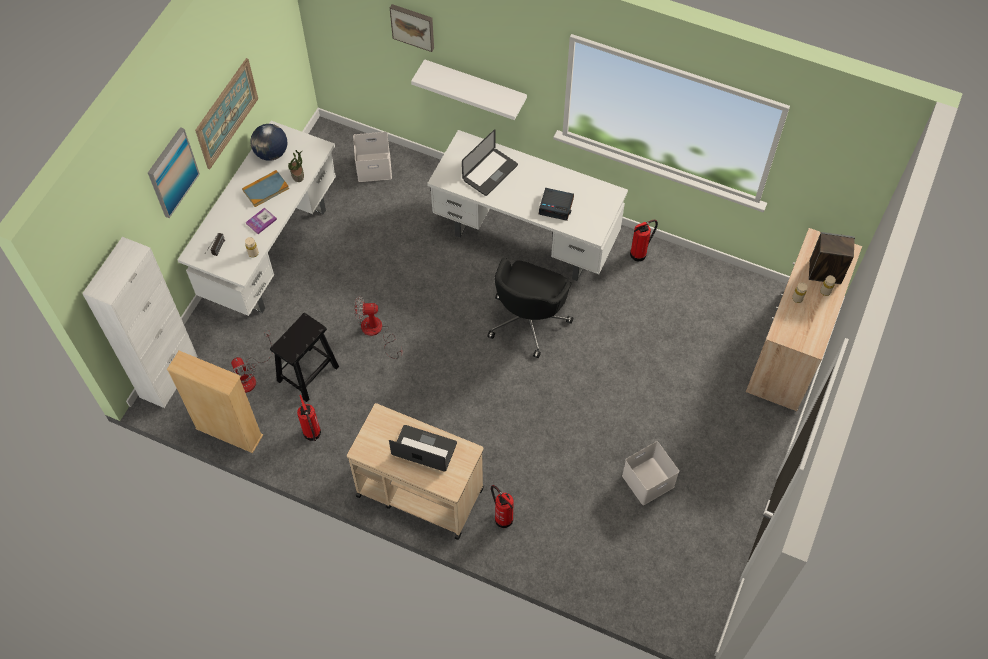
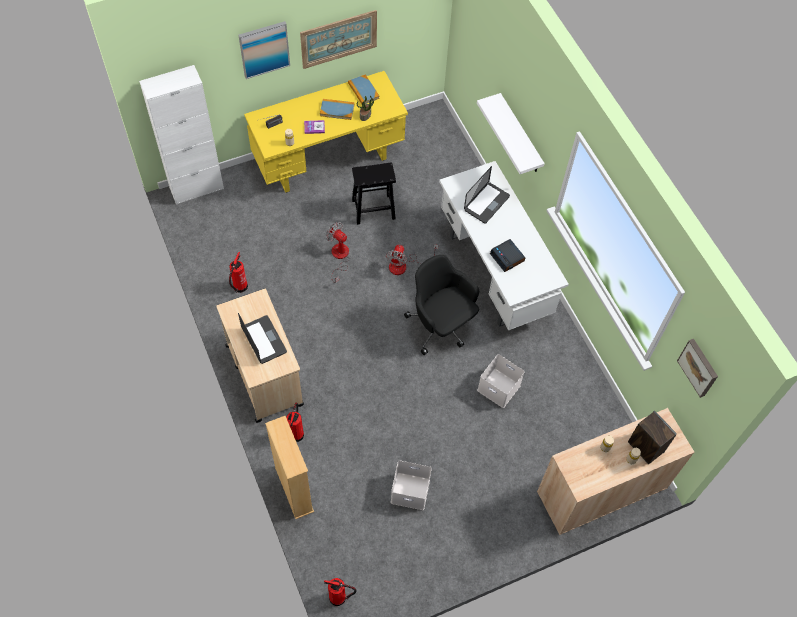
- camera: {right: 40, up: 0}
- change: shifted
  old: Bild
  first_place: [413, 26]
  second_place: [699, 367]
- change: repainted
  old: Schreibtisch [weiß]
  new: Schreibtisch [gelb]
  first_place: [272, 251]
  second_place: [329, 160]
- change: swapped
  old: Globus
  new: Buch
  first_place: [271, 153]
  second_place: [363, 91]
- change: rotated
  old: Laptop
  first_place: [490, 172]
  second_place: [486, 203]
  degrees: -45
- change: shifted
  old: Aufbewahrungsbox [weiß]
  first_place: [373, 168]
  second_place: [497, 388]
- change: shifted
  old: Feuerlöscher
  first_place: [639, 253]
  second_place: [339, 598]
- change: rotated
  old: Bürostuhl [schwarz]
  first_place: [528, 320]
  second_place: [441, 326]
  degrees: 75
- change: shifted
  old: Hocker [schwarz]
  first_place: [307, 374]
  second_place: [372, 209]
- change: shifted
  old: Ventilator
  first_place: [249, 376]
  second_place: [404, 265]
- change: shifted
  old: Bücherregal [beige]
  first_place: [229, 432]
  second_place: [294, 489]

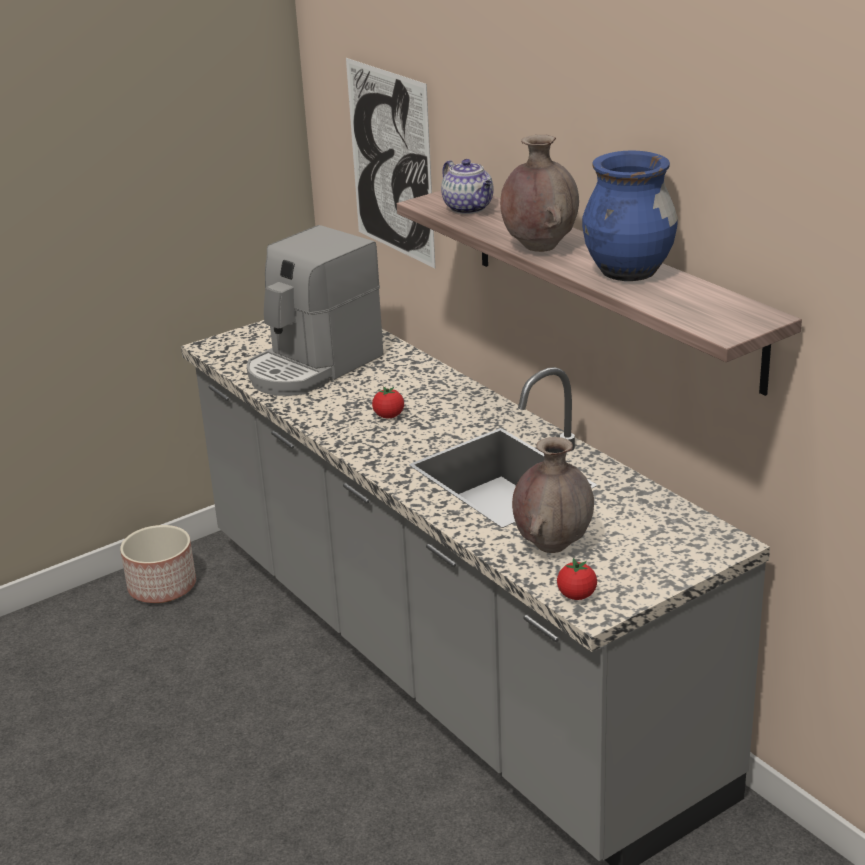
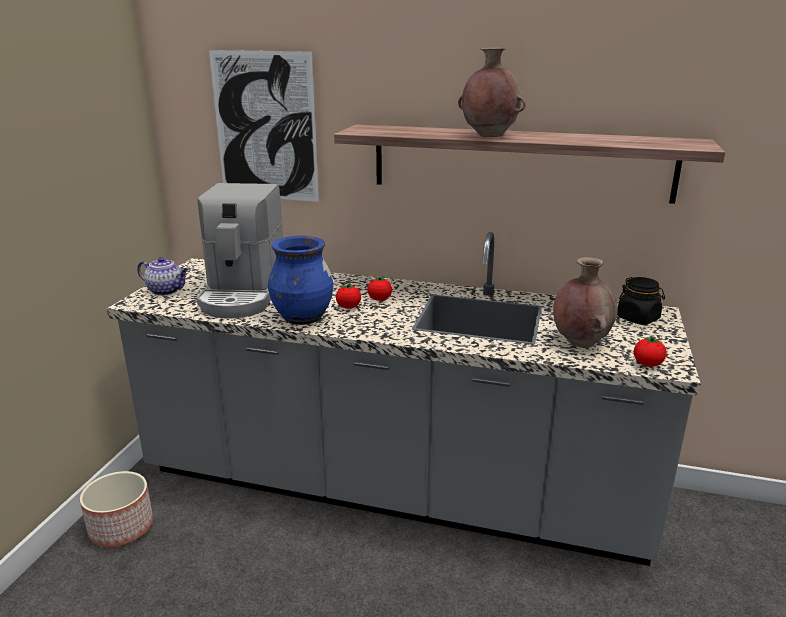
- camera: {right: -40, up: -5}
- change: shifted
  old: Vase [blau]
  first_place: [629, 273]
  second_place: [303, 318]
- change: shifted
  old: Teekanne
  first_place: [469, 208]
  second_place: [166, 291]
- change: new
  new: Tomate
  second_place: [379, 299]
- change: new
  new: Vorratsglas [schwarz]
  second_place: [638, 318]

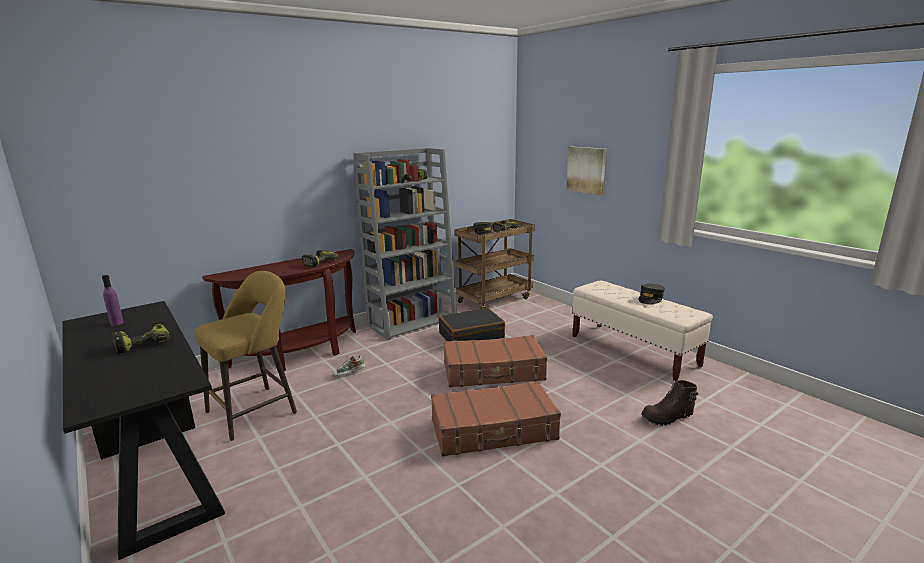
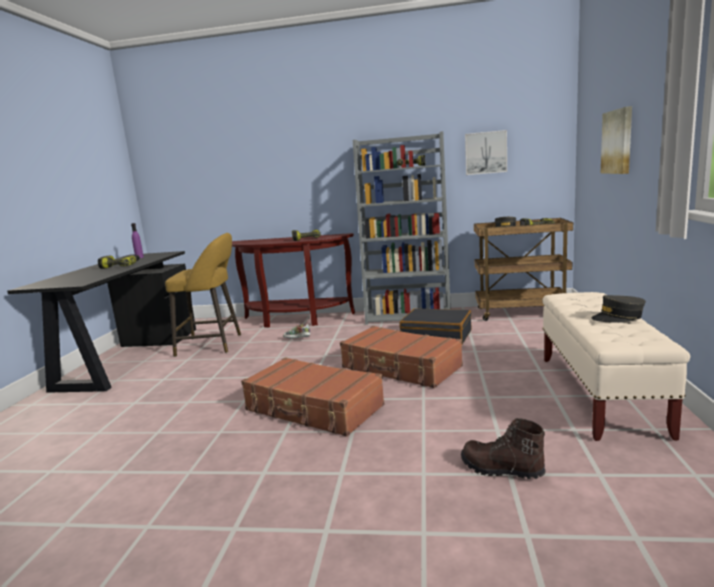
- camera: {right: 45, up: -5}
- change: new
  new: Bild
  second_place: [485, 153]

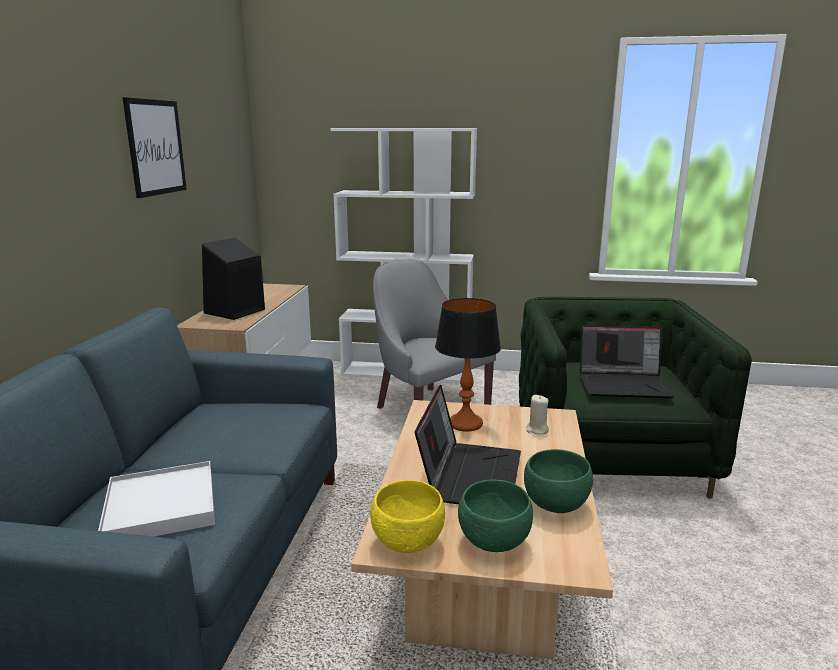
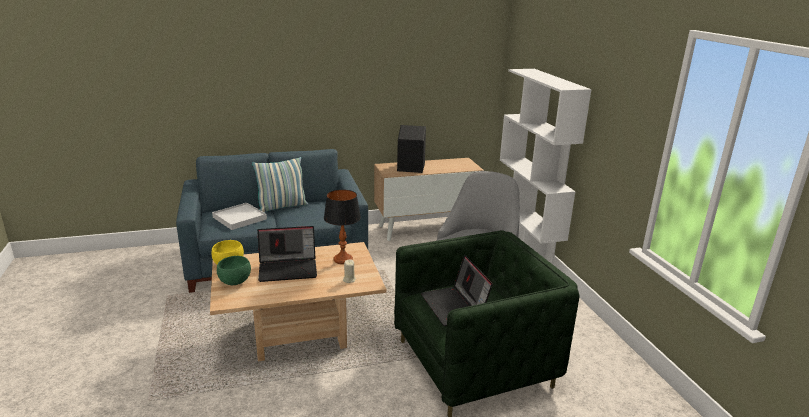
- camera: {right: 65, up: 5}
- change: gone
  old: Bild
  first_place: [156, 147]
- change: gone
  old: Schüssel [grün]
  first_place: [555, 504]
- change: new
  new: Kissen
  second_place: [282, 207]

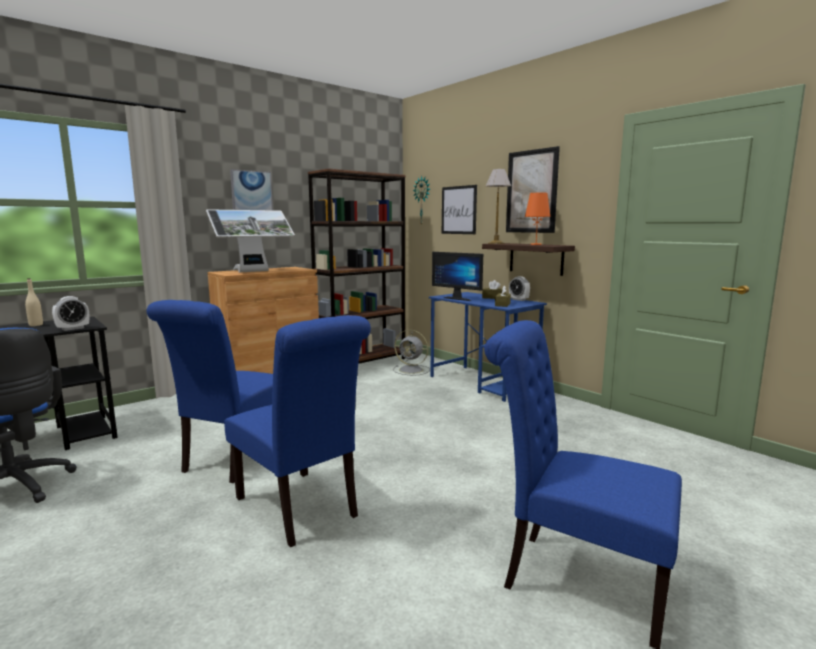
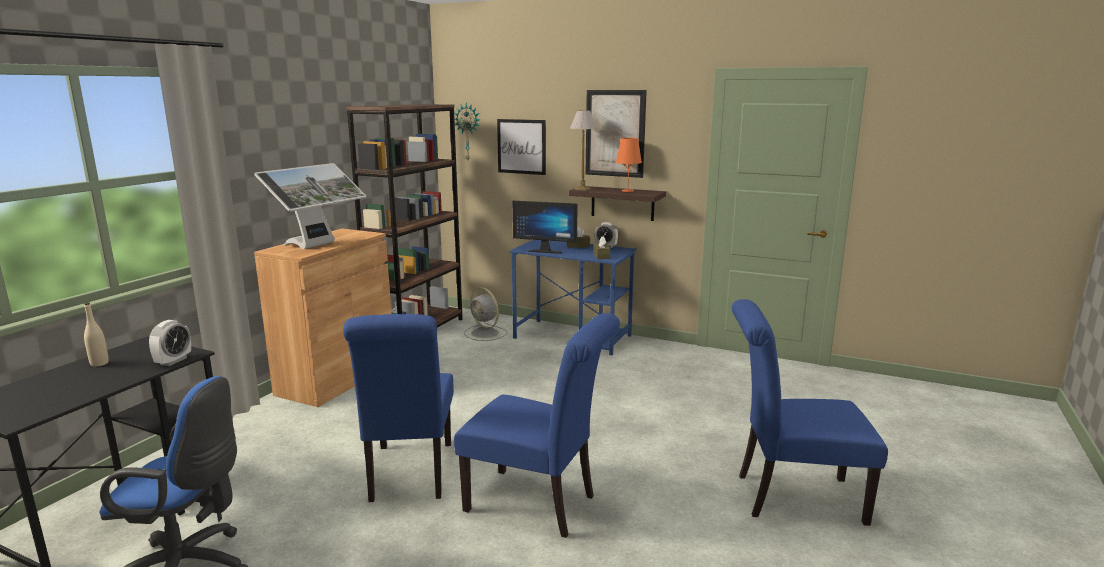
- camera: {right: -25, up: 5}
- change: gone
  old: Bild
  first_place: [251, 191]
- change: rotated
  old: Ventilator [grau]
  first_place: [412, 370]
  second_place: [485, 333]
  degrees: 45

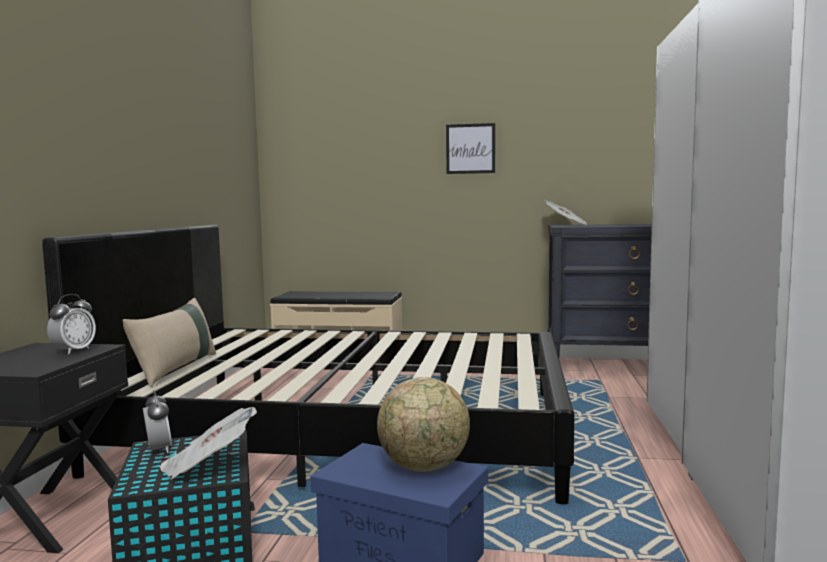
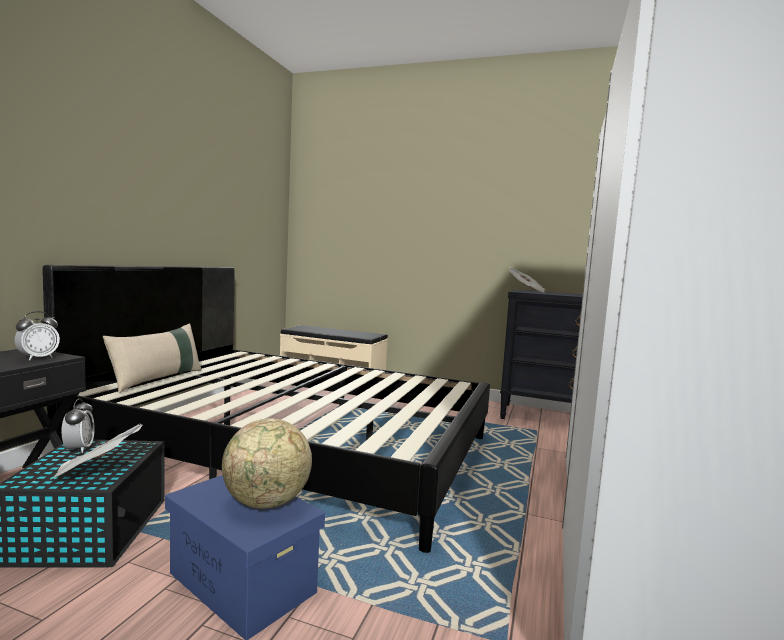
- camera: {right: 10, up: 0}
- change: gone
  old: Bild
  first_place: [470, 148]

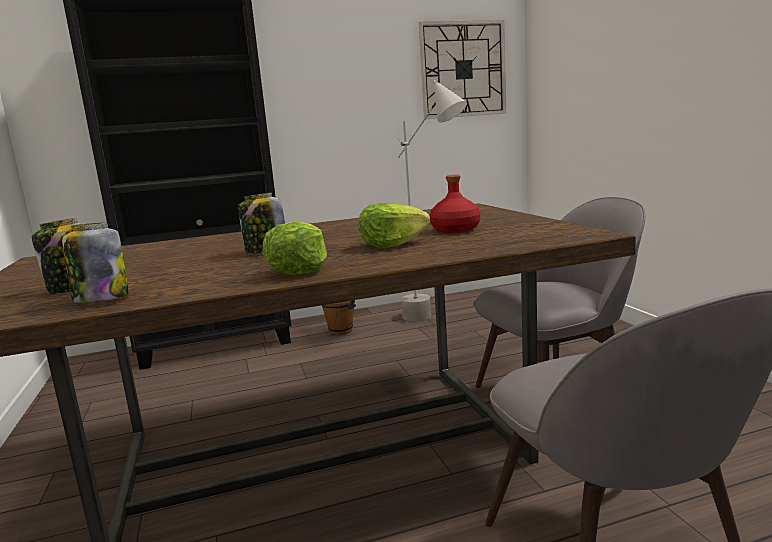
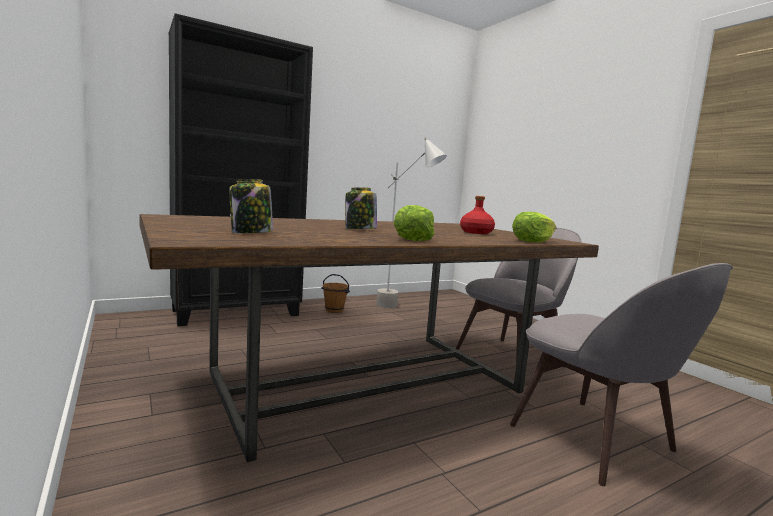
- camera: {right: -15, up: -5}
- change: gone
  old: Wanduhr
  first_place: [463, 69]
- change: shifted
  old: Salatkopf
  first_place: [392, 244]
  second_place: [532, 241]
- change: gone
  old: Vorratsglas
  first_place: [101, 298]

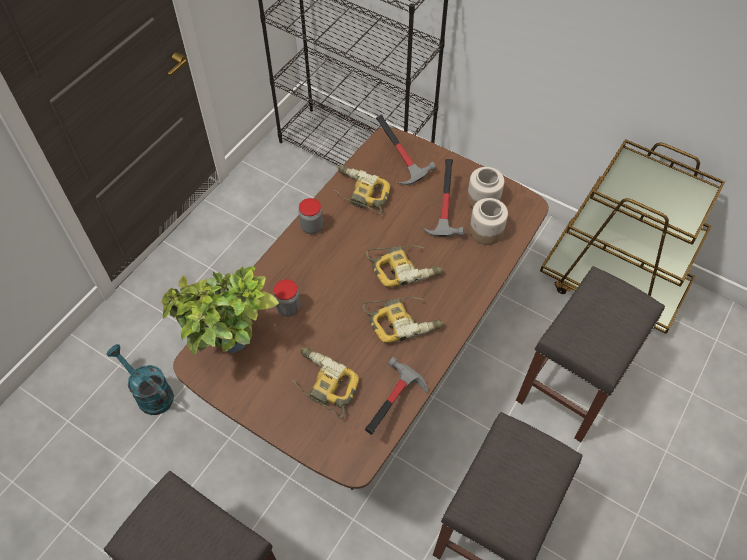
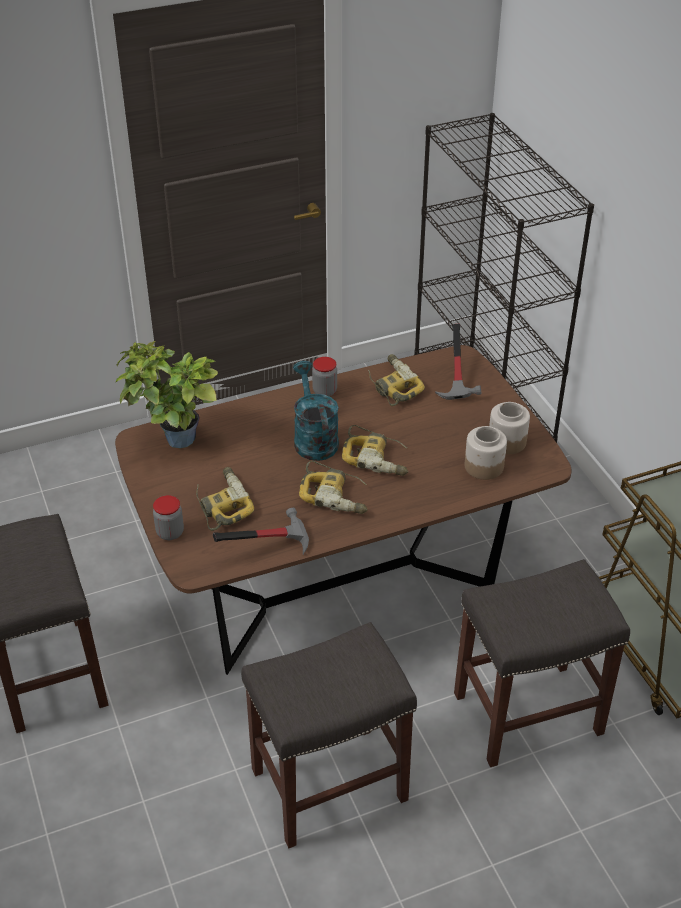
- camera: {right: 35, up: -15}
- change: gone
  old: Hammer
  first_place: [447, 214]
- change: shifted
  old: Vorratsglas
  first_place: [288, 308]
  second_place: [170, 533]
- change: shifted
  old: Gießkanne [türkis]
  first_place: [150, 393]
  second_place: [313, 438]

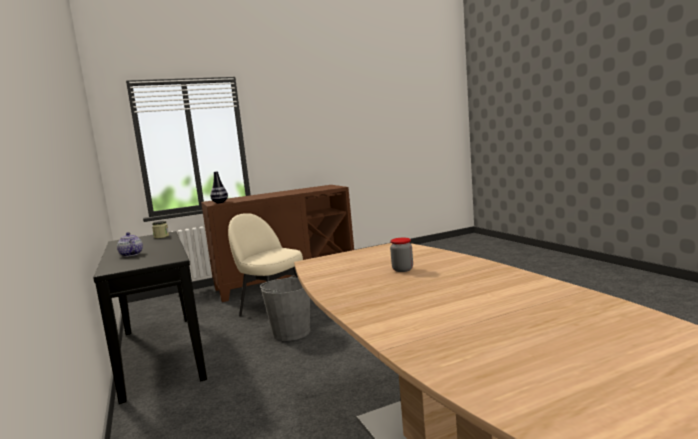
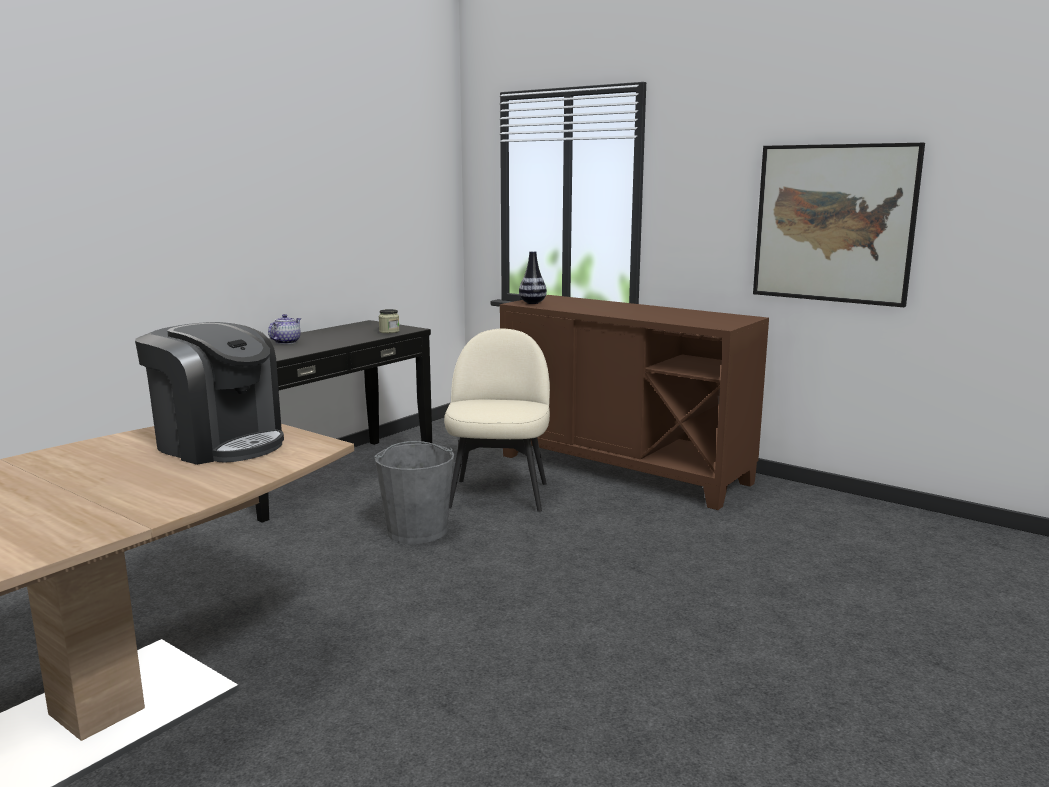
- camera: {right: 60, up: 5}
- change: gone
  old: Vorratsglas
  first_place: [402, 269]
- change: new
  new: Bild
  second_place: [833, 223]
- change: new
  new: Kaffeemaschine
  second_place: [219, 443]

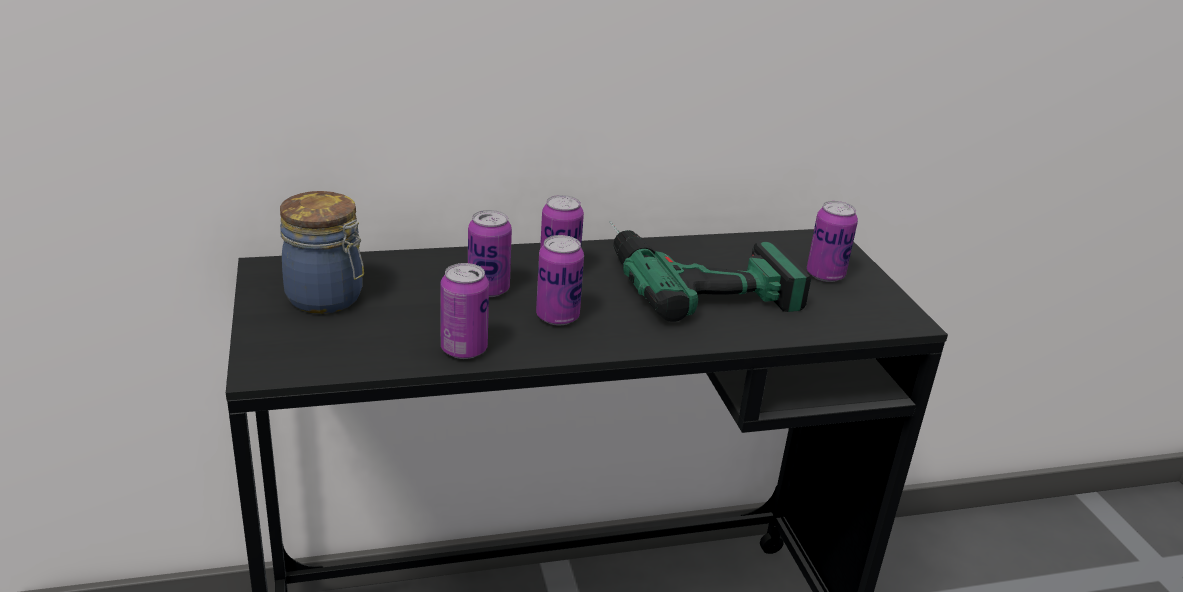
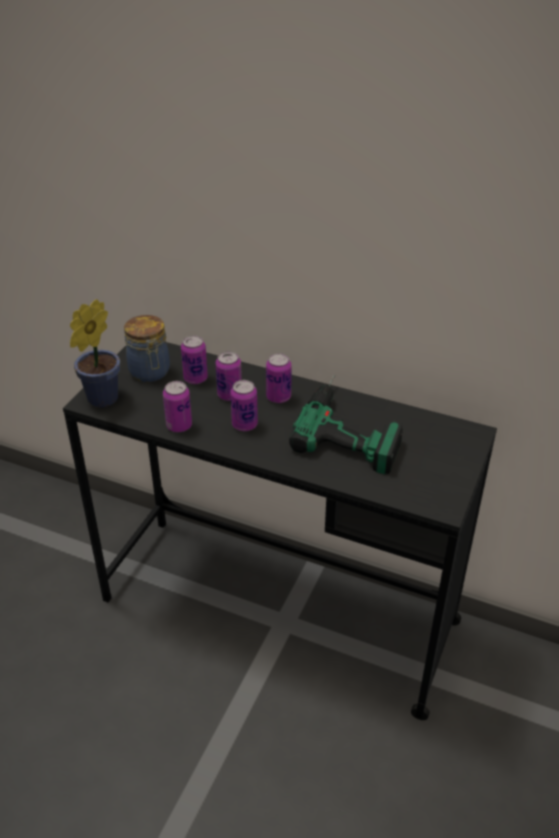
- camera: {right: 40, up: 10}
- change: shifted
  old: Dose
  first_place: [825, 275]
  second_place: [195, 378]
- change: new
  new: Topfpflanze
  second_place: [99, 400]

